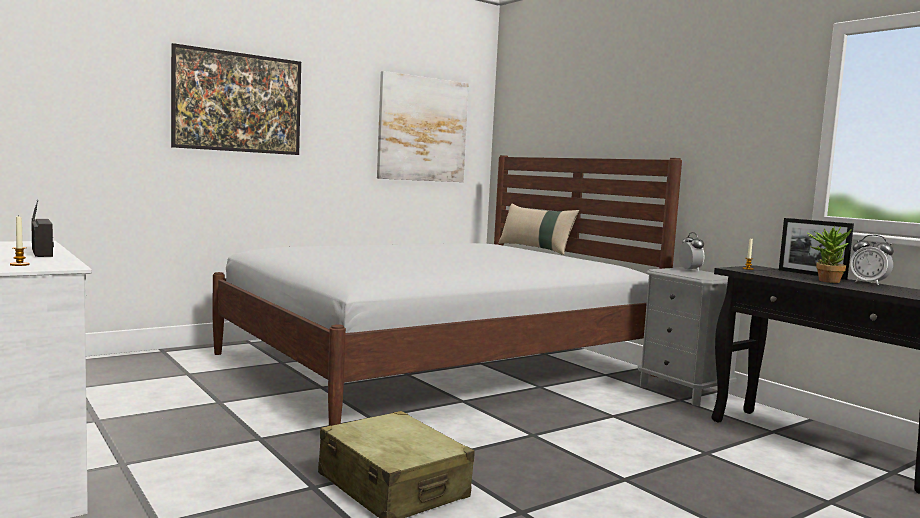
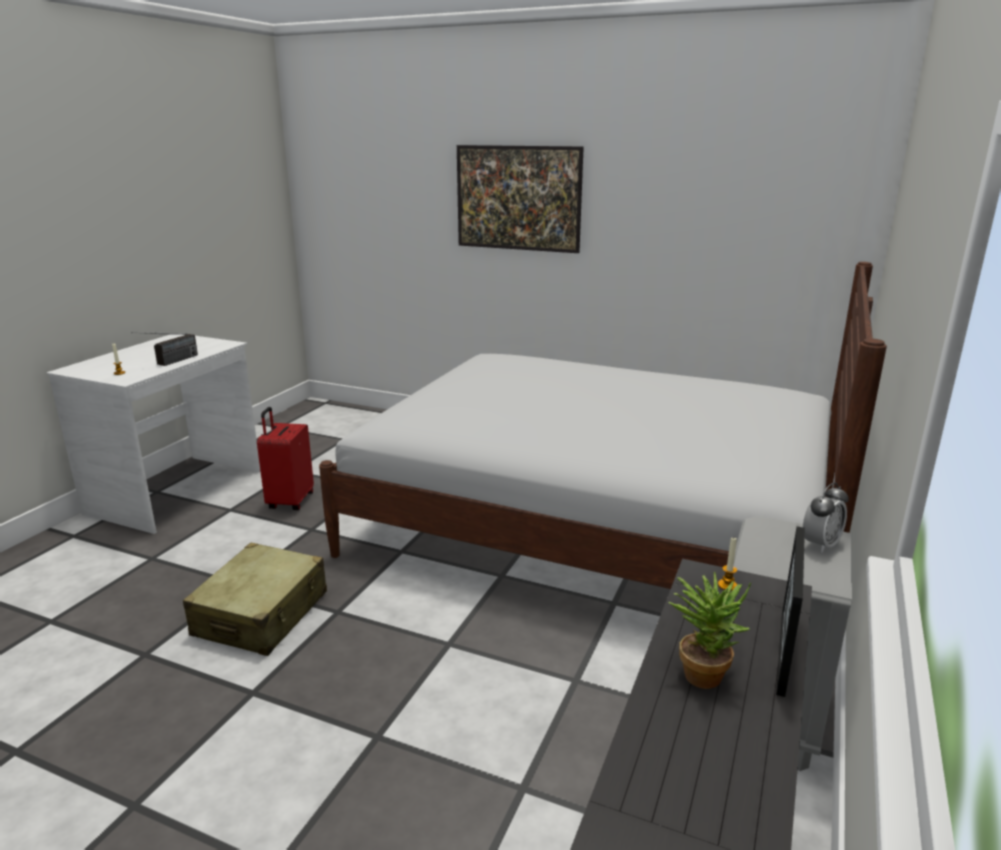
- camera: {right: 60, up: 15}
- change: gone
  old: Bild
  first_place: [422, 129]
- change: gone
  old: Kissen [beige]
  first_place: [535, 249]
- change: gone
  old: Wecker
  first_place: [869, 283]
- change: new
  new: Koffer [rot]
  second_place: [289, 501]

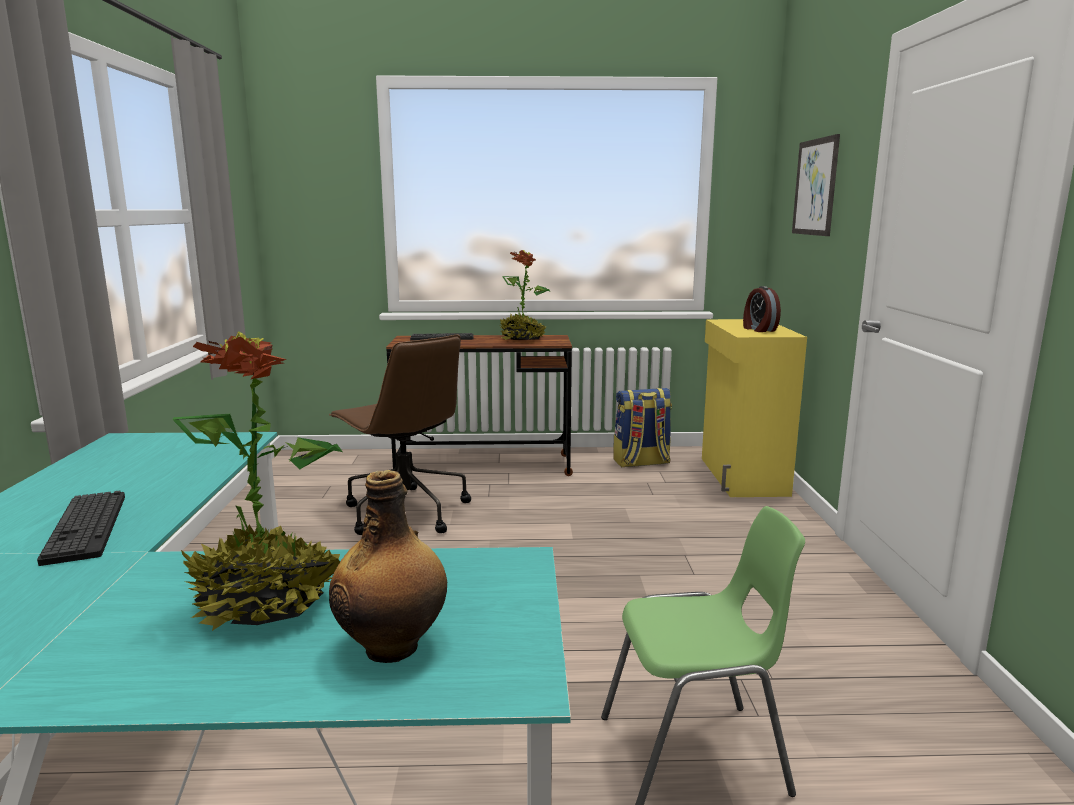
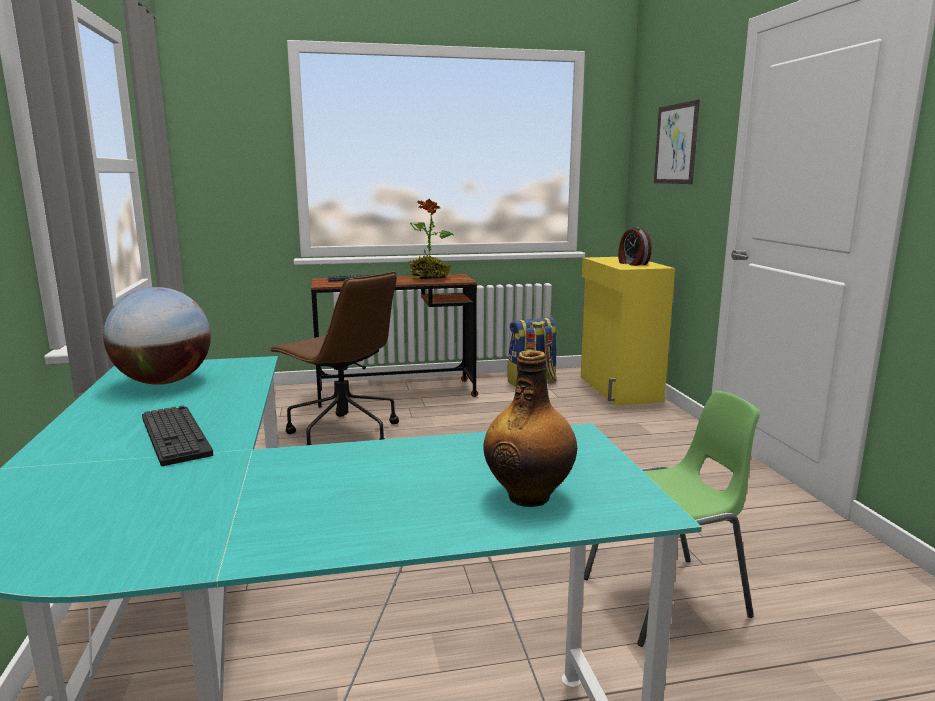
- camera: {right: -10, up: 0}
- change: gone
  old: Topfpflanze
  first_place: [266, 603]
- change: new
  new: Globus
  second_place: [164, 382]

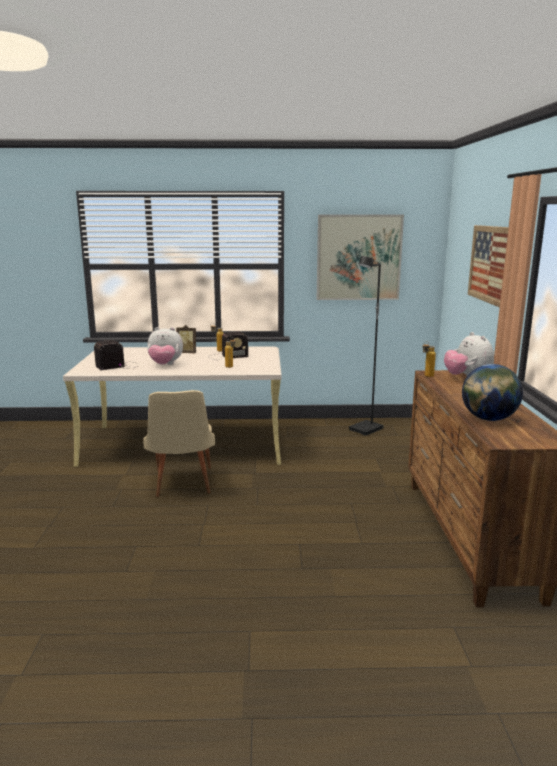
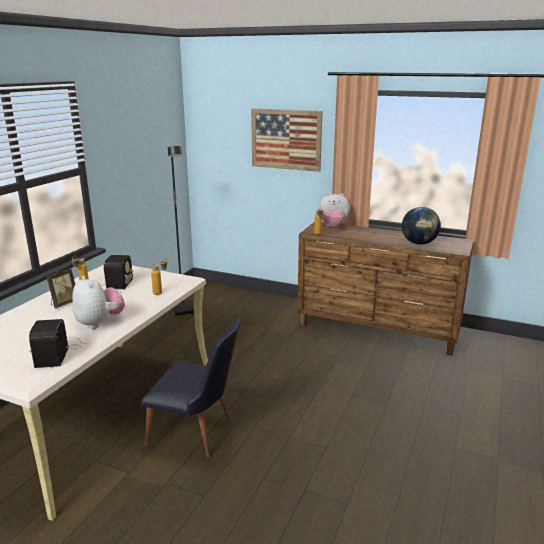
- camera: {right: -65, up: 5}
- change: gone
  old: Bild
  first_place: [358, 257]
- change: rotated
  old: Plüschtier
  first_place: [165, 365]
  second_place: [99, 323]
  degrees: -60
- change: repainted
  old: Stuhl [beige]
  new: Stuhl [schwarz]
  first_place: [182, 485]
  second_place: [197, 434]

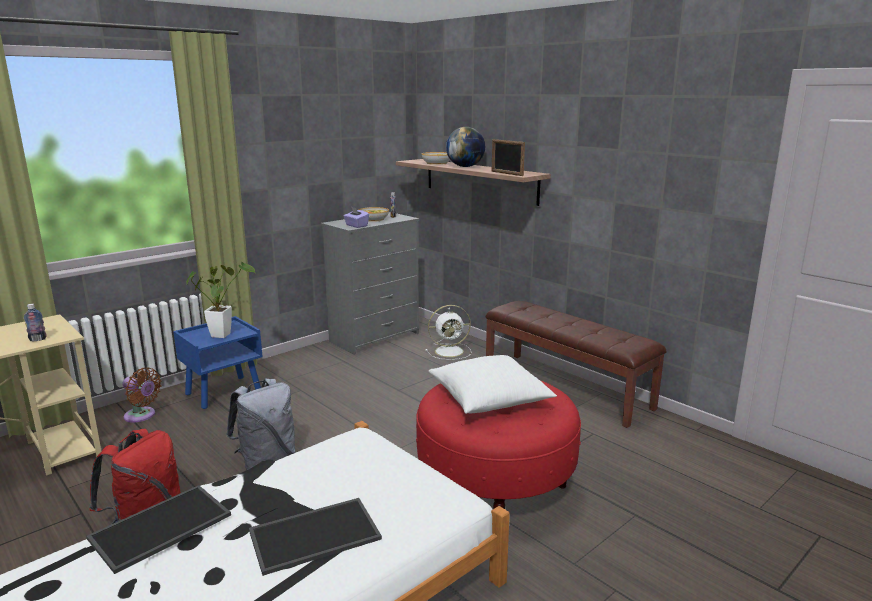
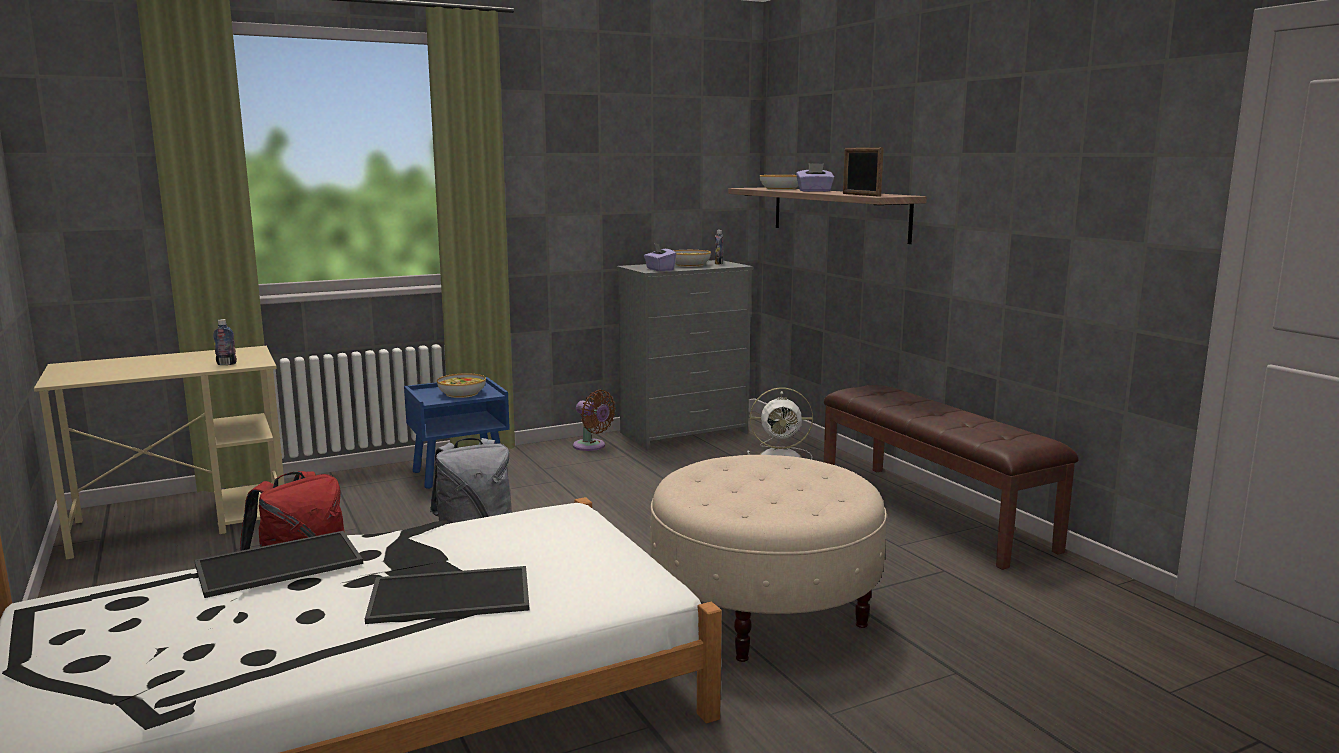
- camera: {right: 15, up: -5}
- change: swapped
  old: Globus
  new: Taschentuchbox [lila]
  first_place: [465, 166]
  second_place: [814, 191]
- change: swapped
  old: Topfpflanze
  new: Schüssel
  first_place: [223, 334]
  second_place: [462, 393]
- change: gone
  old: Kissen [weiß]
  first_place: [489, 399]
- change: shifted
  old: Ventilator [braun]
  first_place: [142, 416]
  second_place: [591, 446]
- change: repainted
  old: Polsterhocker [rot]
  new: Polsterhocker [beige]
  first_place: [494, 484]
  second_place: [763, 610]

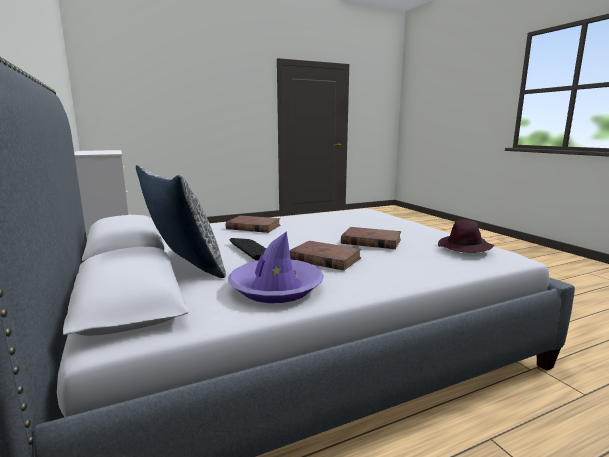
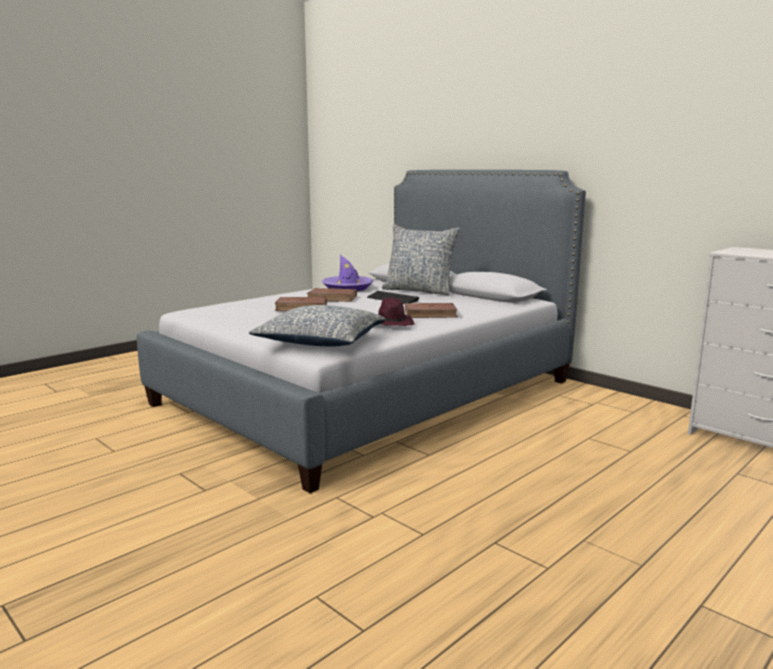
- camera: {right: 160, up: 0}
- change: shifted
  old: Hut [lila]
  first_place: [464, 248]
  second_place: [391, 324]
- change: new
  new: Kissen
  second_place: [319, 343]

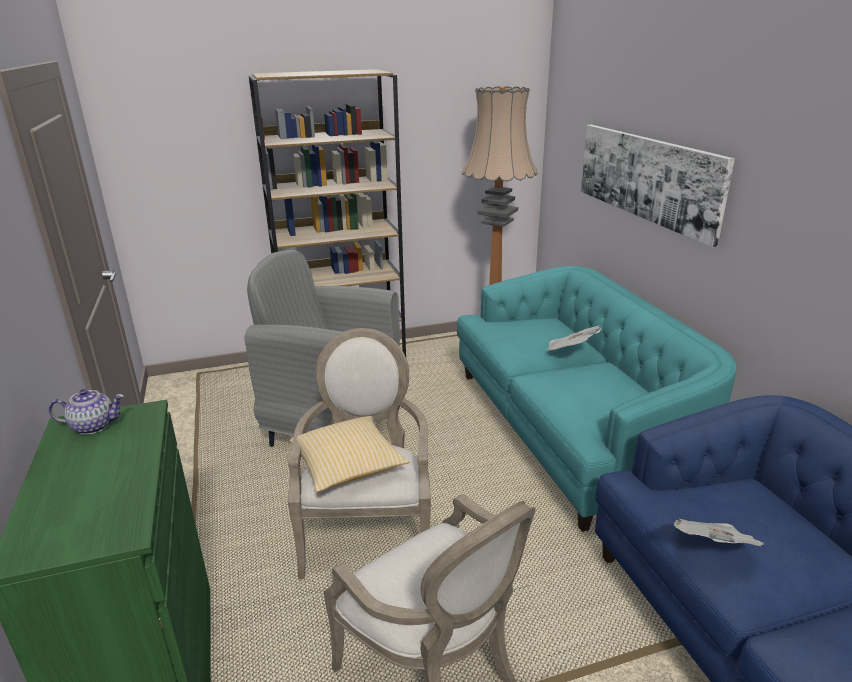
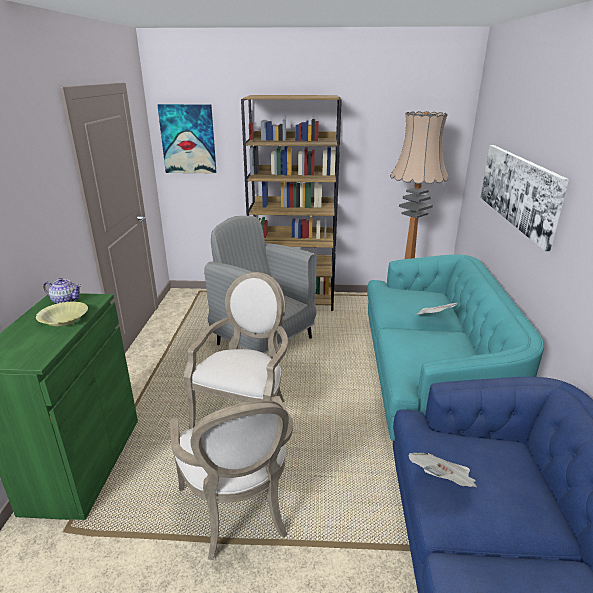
- camera: {right: 20, up: 0}
- change: gone
  old: Kissen
  first_place: [348, 467]
- change: new
  new: Bild
  second_place: [188, 139]
- change: new
  new: Schüssel [gelb]
  second_place: [64, 320]

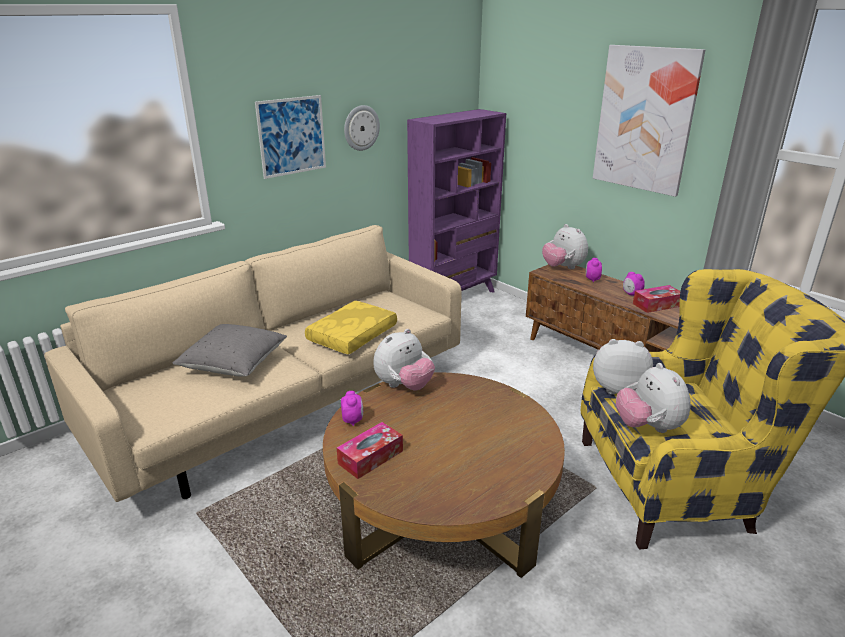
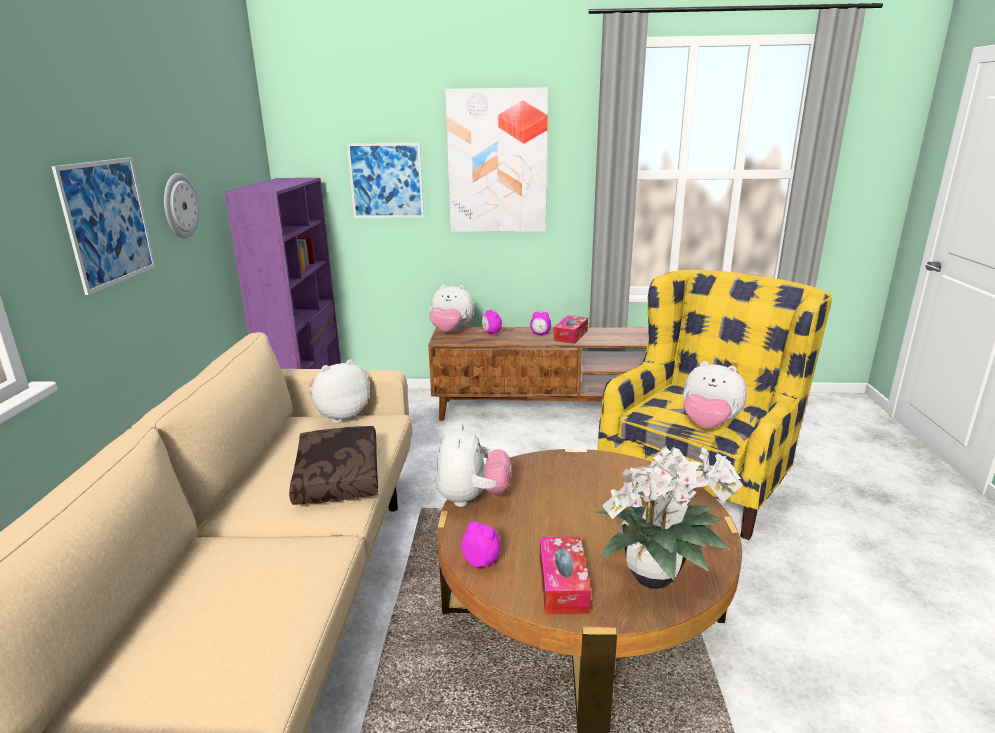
- camera: {right: -45, up: -5}
- change: repainted
  old: Kissen [gelb]
  new: Kissen [braun]
  first_place: [353, 336]
  second_place: [340, 476]
- change: gone
  old: Kissen [grau]
  first_place: [234, 364]
- change: shifted
  old: Plüschtier
  first_place: [617, 387]
  second_place: [341, 416]
- change: new
  new: Bild
  second_place: [386, 181]
- change: new
  new: Topfpflanze
  second_place: [657, 578]

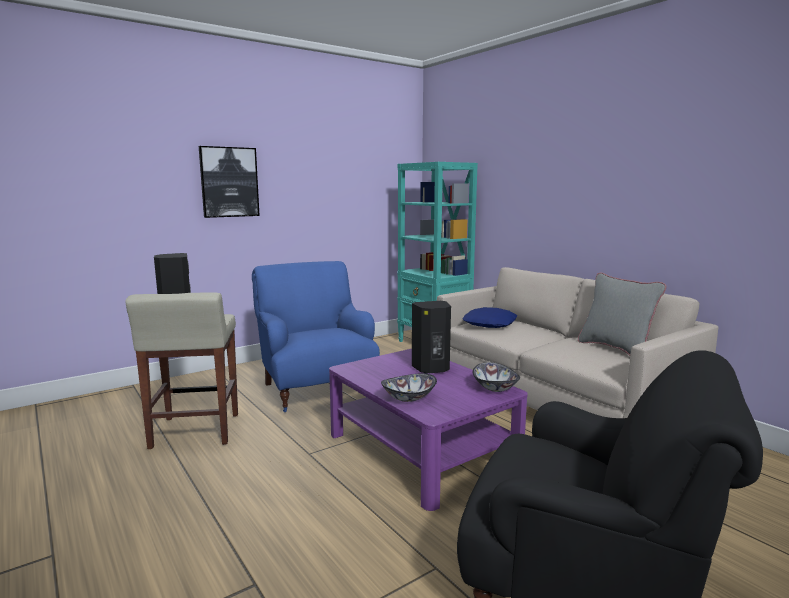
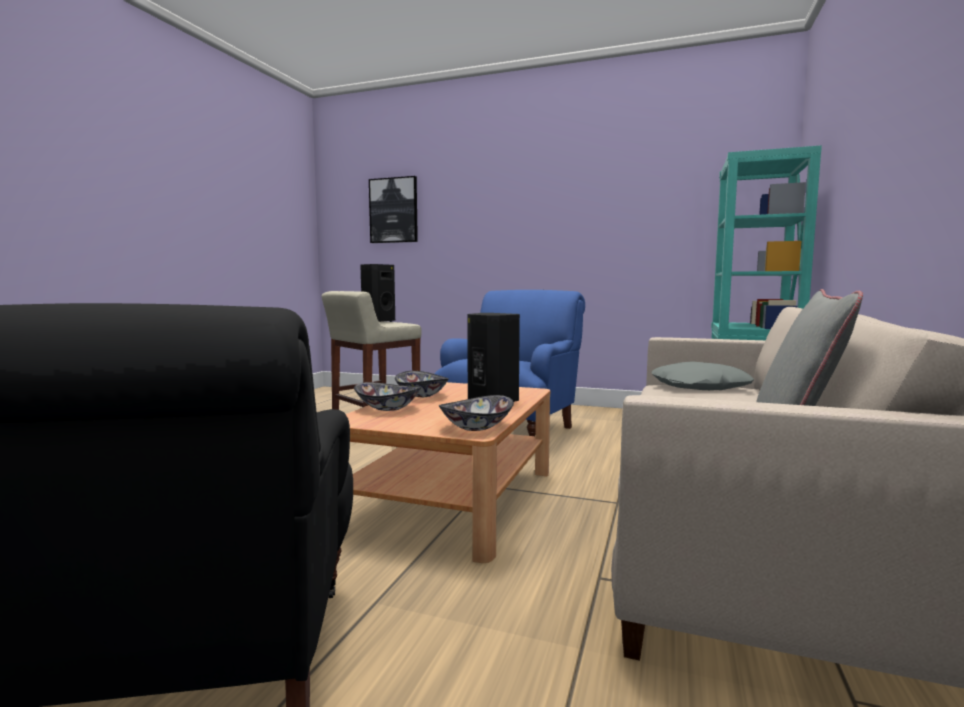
- camera: {right: 55, up: -5}
- change: shifted
  old: Bild
  first_place: [229, 182]
  second_place: [394, 210]
- change: repainted
  old: Kissen [blau]
  new: Kissen [grau]
  first_place: [490, 324]
  second_place: [700, 387]
- change: repainted
  old: Couchtisch [lila]
  new: Couchtisch [braun]
  first_place: [421, 450]
  second_place: [453, 499]
- change: new
  new: Schüssel
  second_place: [421, 395]

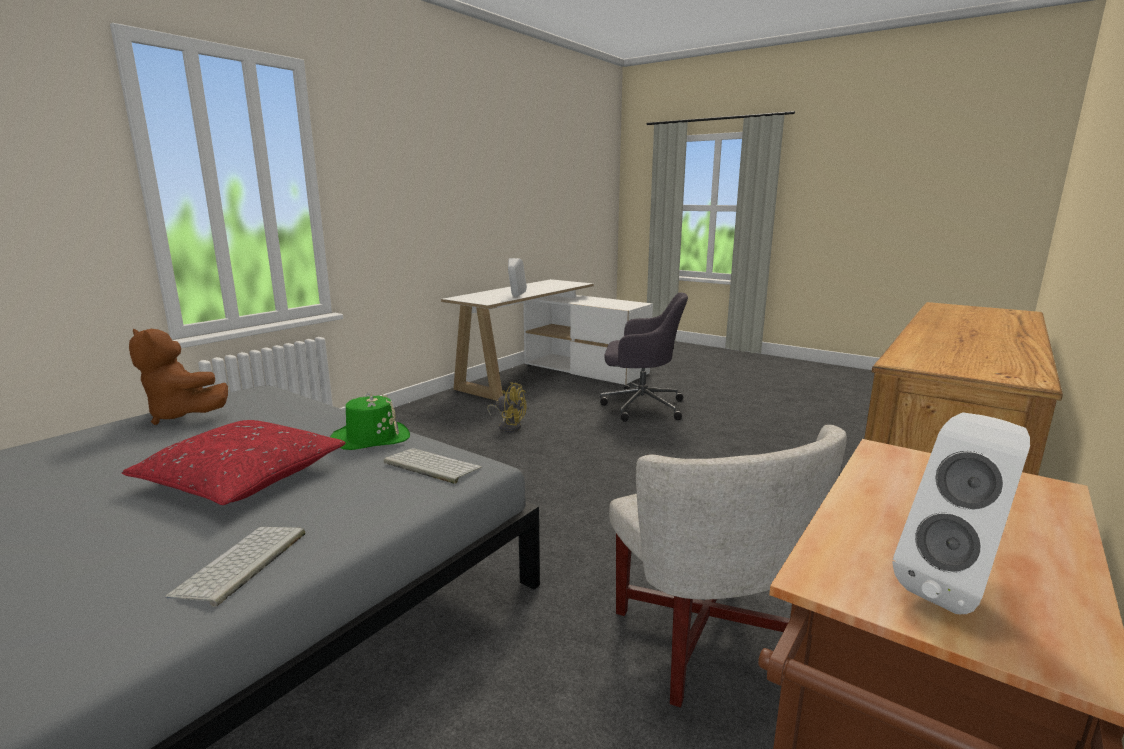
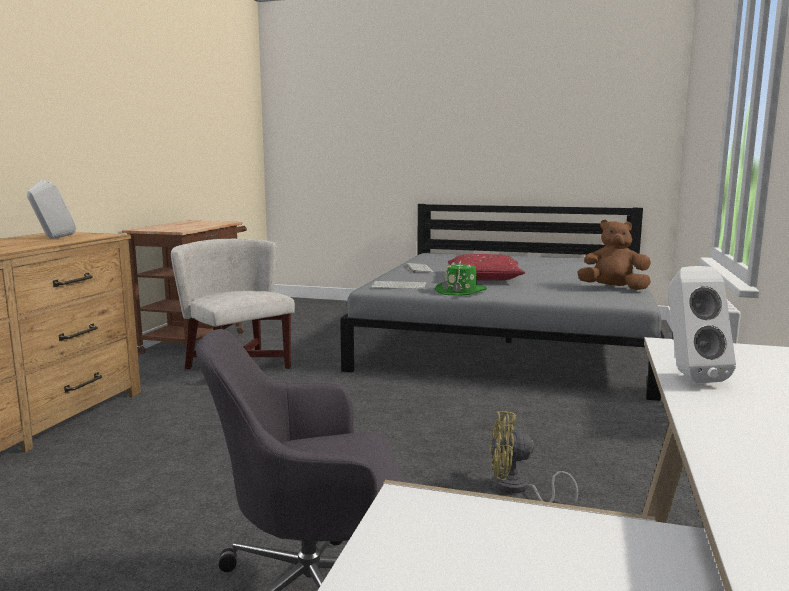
- camera: {right: 160, up: -5}
- change: shifted
  old: Lautsprecher [weiß]
  first_place: [953, 589]
  second_place: [53, 238]

